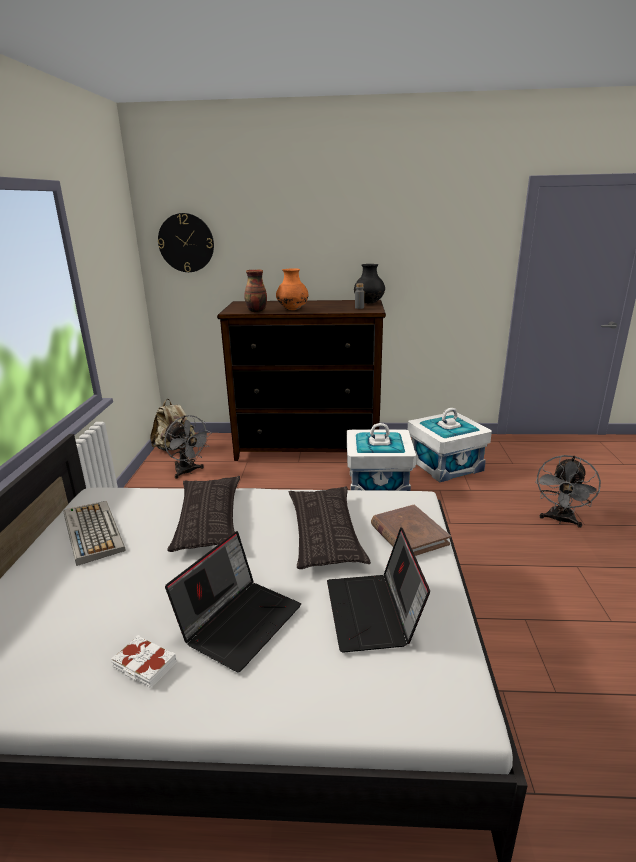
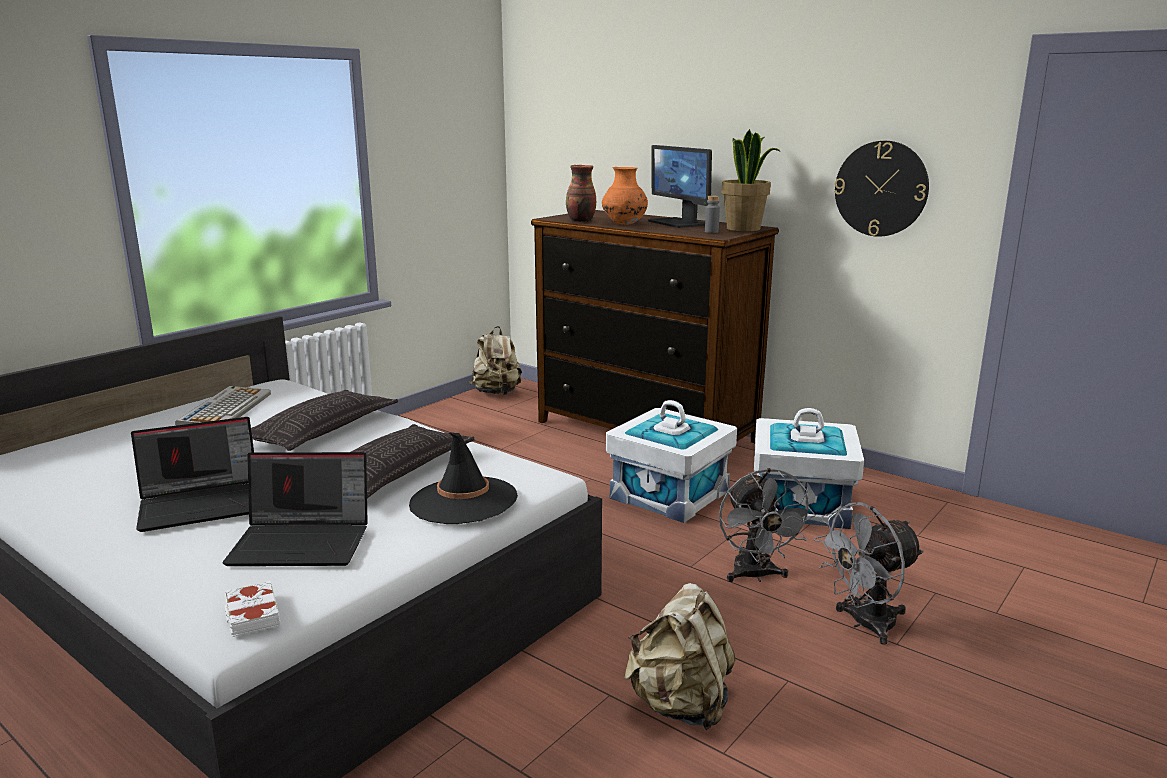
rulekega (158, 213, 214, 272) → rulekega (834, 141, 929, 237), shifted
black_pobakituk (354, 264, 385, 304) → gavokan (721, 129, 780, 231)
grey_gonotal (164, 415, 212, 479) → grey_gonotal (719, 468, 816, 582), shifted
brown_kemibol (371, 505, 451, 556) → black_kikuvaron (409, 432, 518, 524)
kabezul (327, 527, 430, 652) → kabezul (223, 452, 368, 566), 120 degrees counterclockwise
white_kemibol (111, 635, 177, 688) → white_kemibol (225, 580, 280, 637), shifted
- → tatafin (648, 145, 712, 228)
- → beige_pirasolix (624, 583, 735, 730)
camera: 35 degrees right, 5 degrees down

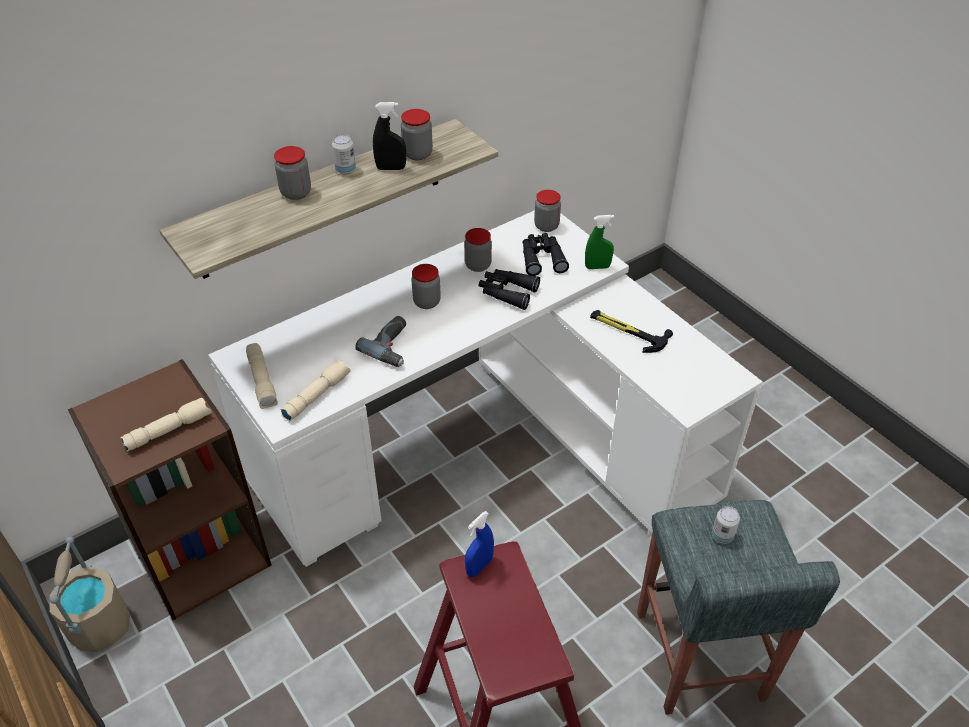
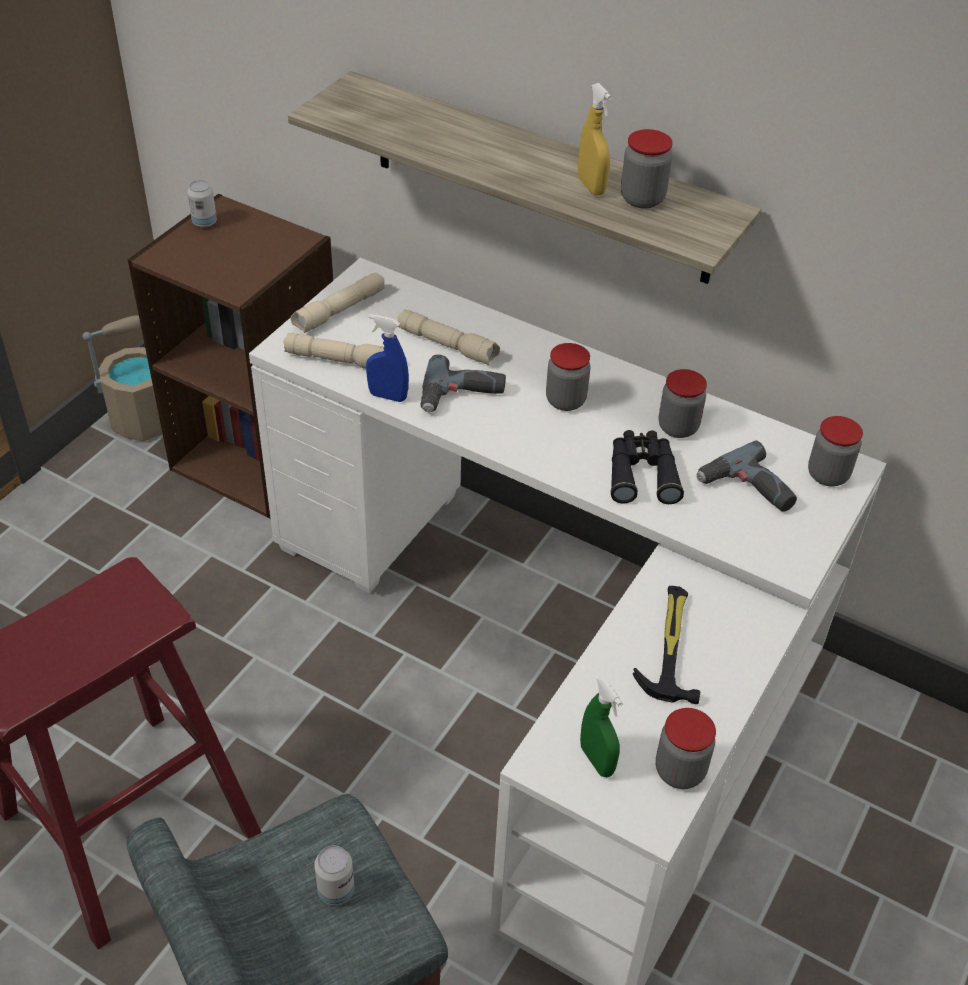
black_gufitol (373, 102, 406, 170) → yellow_gufitol (578, 83, 612, 195)
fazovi (332, 134, 356, 174) → fazovi (187, 180, 217, 228), shifted
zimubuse (274, 146, 311, 200) → zimubuse (656, 708, 716, 789), shifted
green_gufitol (585, 215, 614, 269) → green_gufitol (580, 676, 623, 777), shifted
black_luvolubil (522, 233, 569, 276) → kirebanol (697, 441, 797, 511)
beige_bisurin (120, 398, 212, 452) → beige_bisurin (397, 309, 500, 365), shifted
blue_gufitol (465, 511, 494, 577) → blue_gufitol (366, 314, 409, 402), shifted
camera: 65 degrees right, 0 degrees up

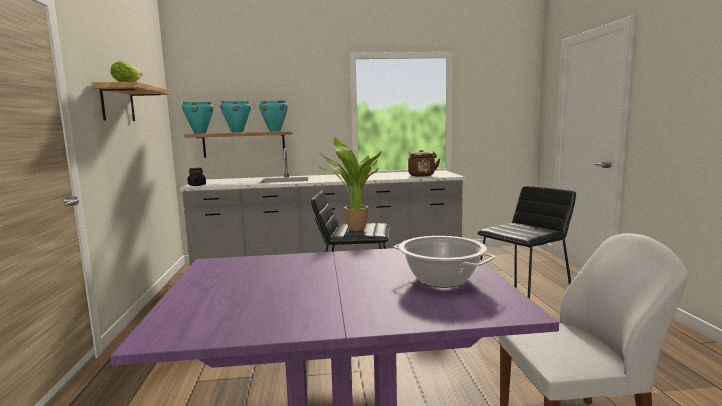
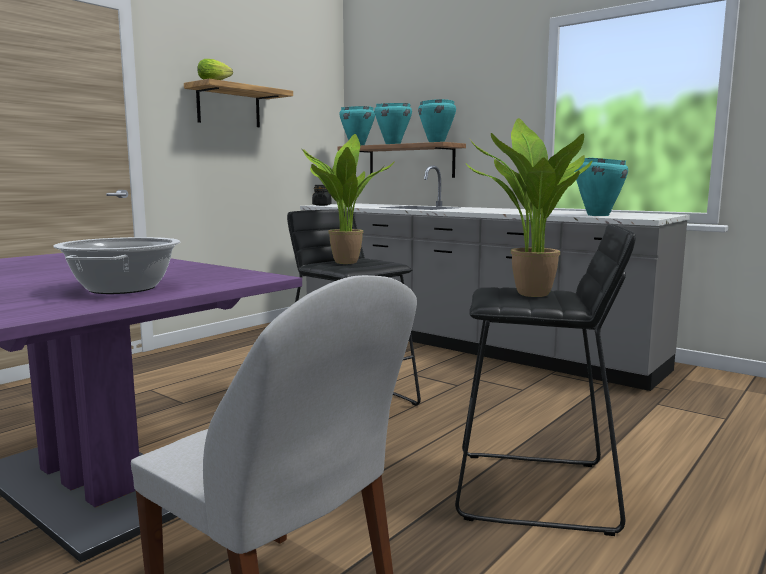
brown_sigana (408, 150, 440, 177) → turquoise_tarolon (575, 158, 628, 216)
- → gavokan (466, 118, 593, 297)
camera: 45 degrees right, 0 degrees up

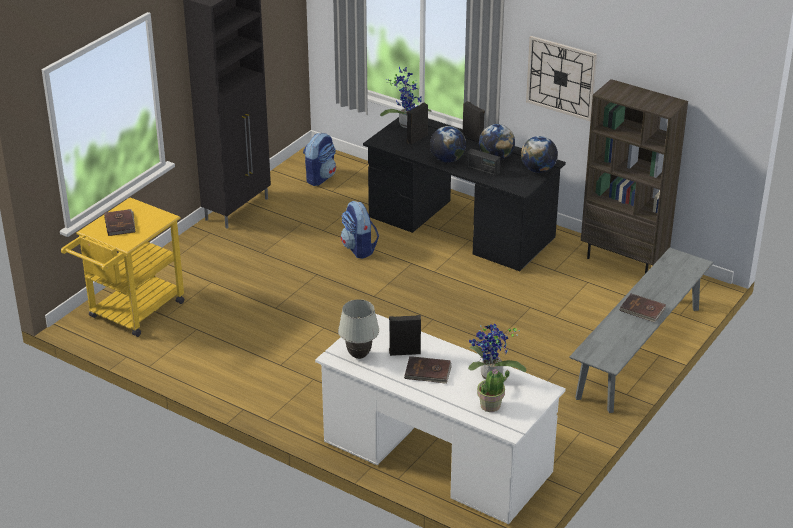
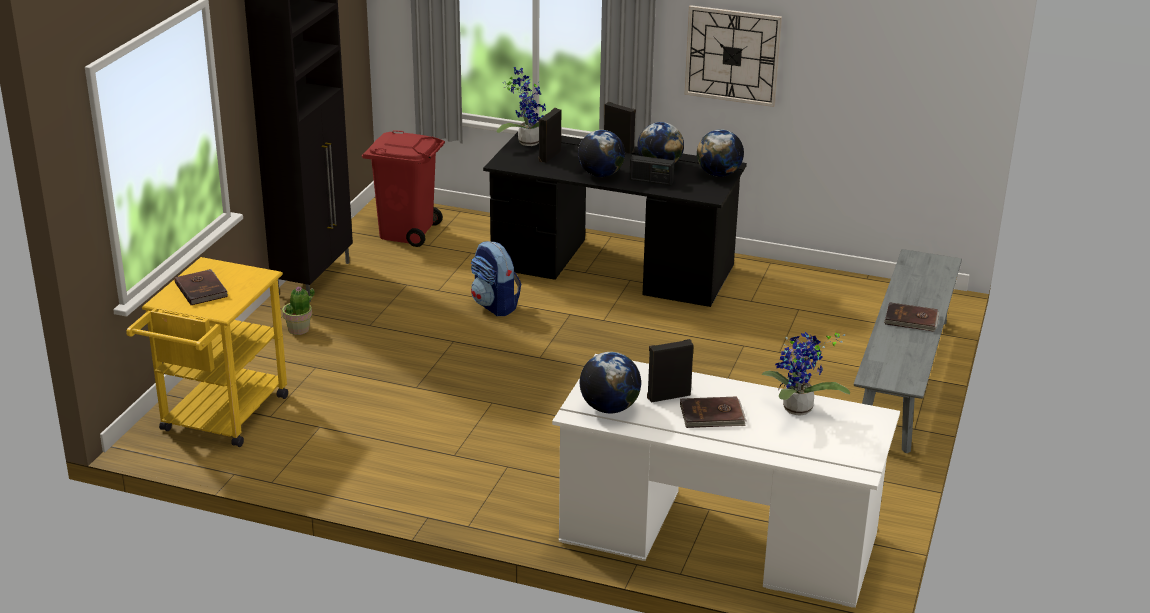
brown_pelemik (581, 79, 688, 274) → -
pirasolix (303, 133, 336, 186) → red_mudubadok (362, 130, 445, 247)
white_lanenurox (338, 299, 379, 359) → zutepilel (580, 352, 641, 413)
gavokan (477, 369, 509, 412) → gavokan (282, 286, 315, 335), shifted
camera: 15 degrees left, 5 degrees down

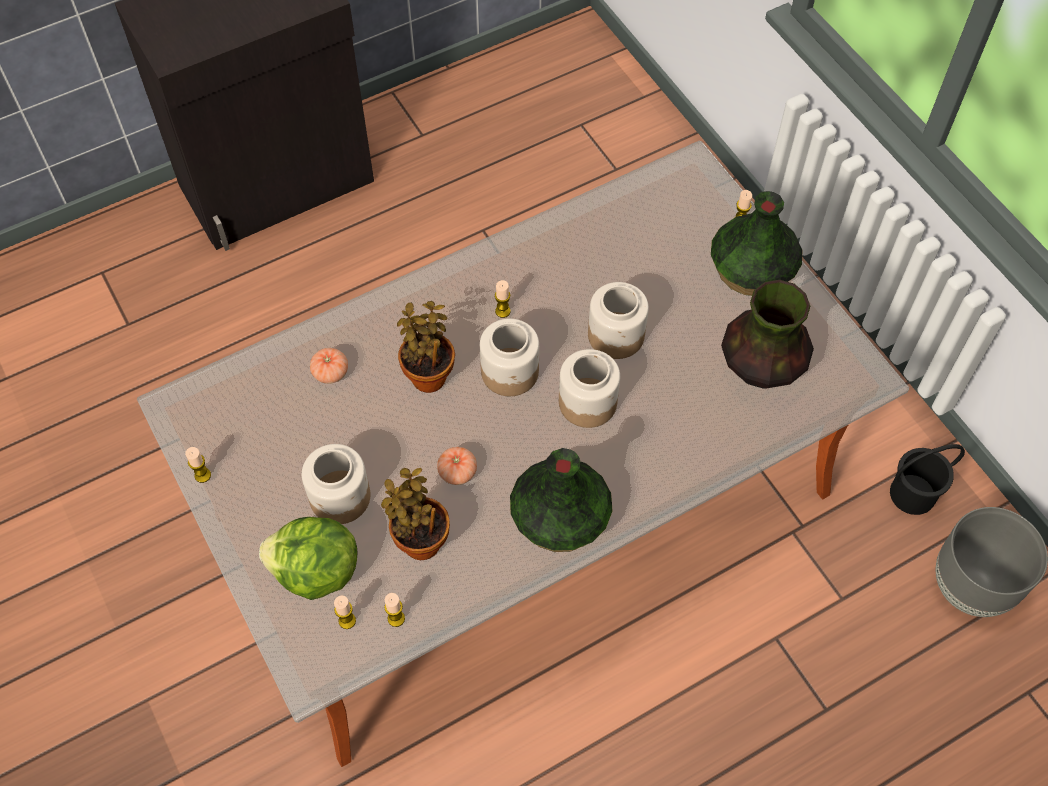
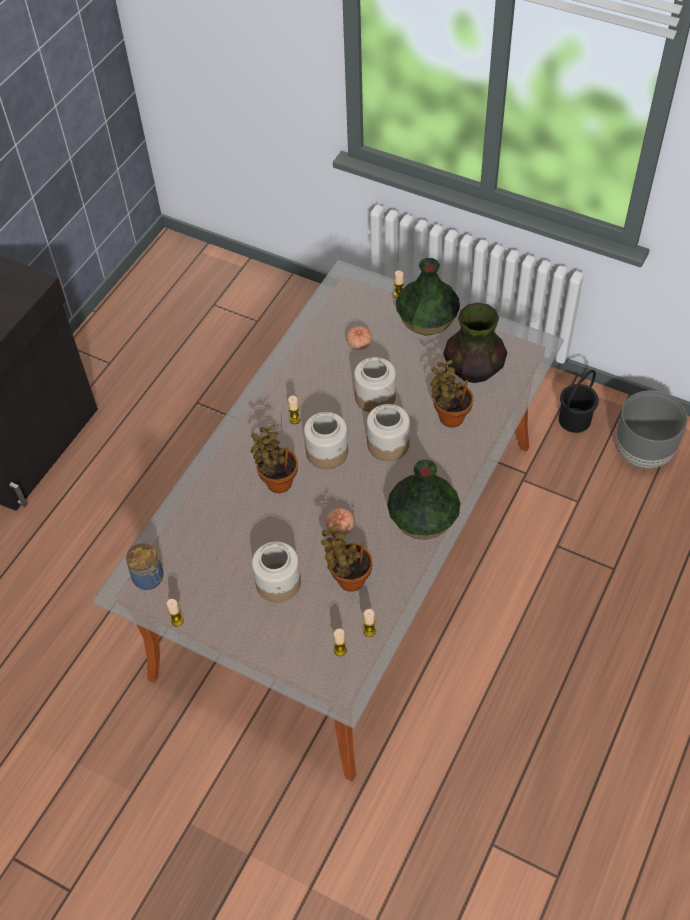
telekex (310, 348, 348, 384) → telekex (346, 326, 372, 350), shifted
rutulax (259, 517, 357, 600) → -
- → gavokan (430, 360, 473, 428)
- → zimubuse (126, 543, 164, 590)
camera: 30 degrees left, 5 degrees down

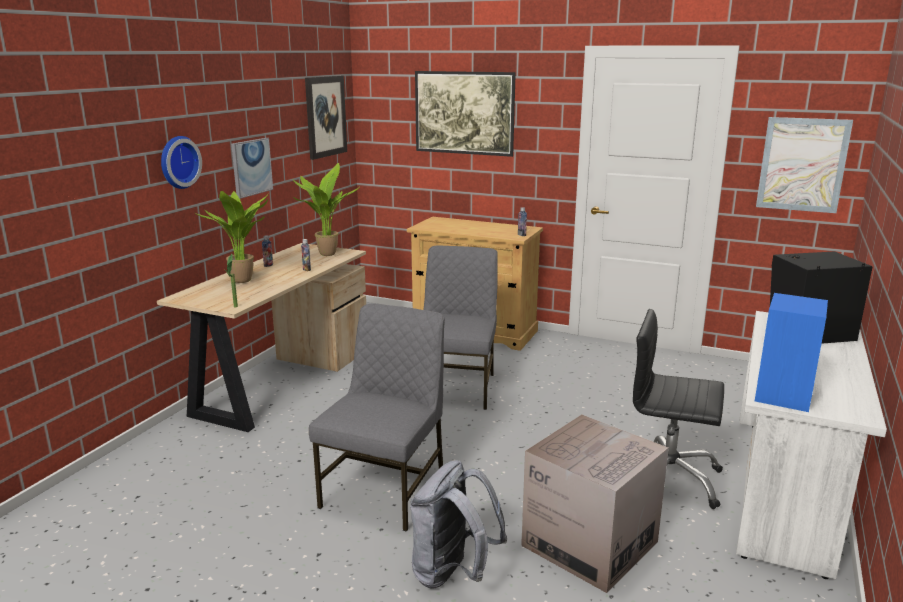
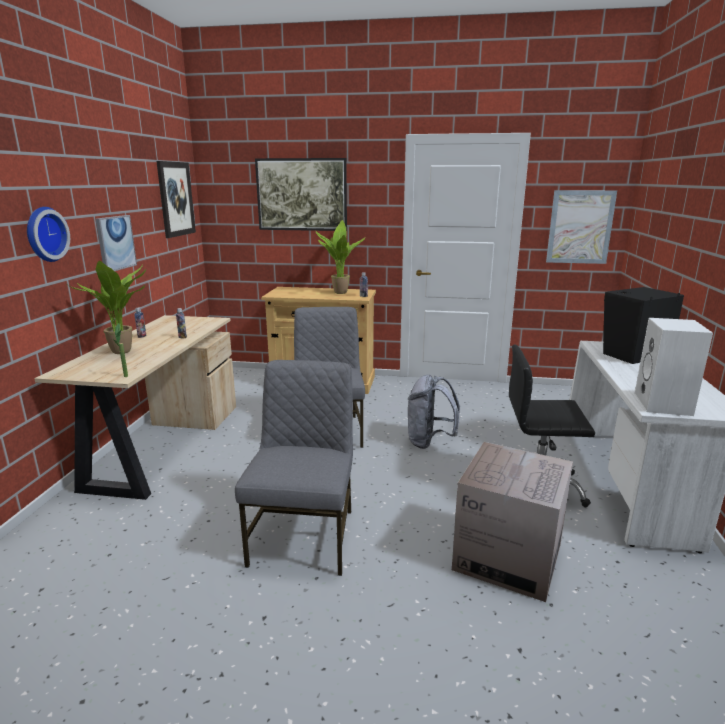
gavokan (293, 163, 359, 256) → gavokan (316, 220, 365, 294), shifted
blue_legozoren (755, 293, 828, 412) → white_legozoren (634, 318, 713, 416)
grey_pirasolix (410, 460, 507, 589) → grey_pirasolix (408, 375, 460, 449), shifted
camera: 15 degrees left, 0 degrees up

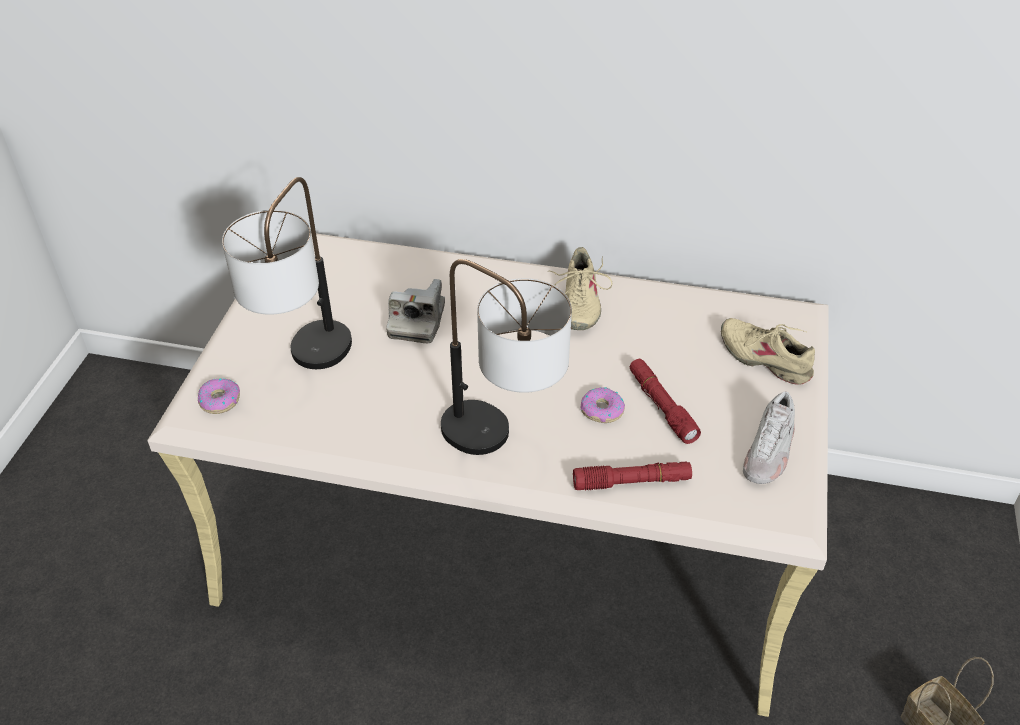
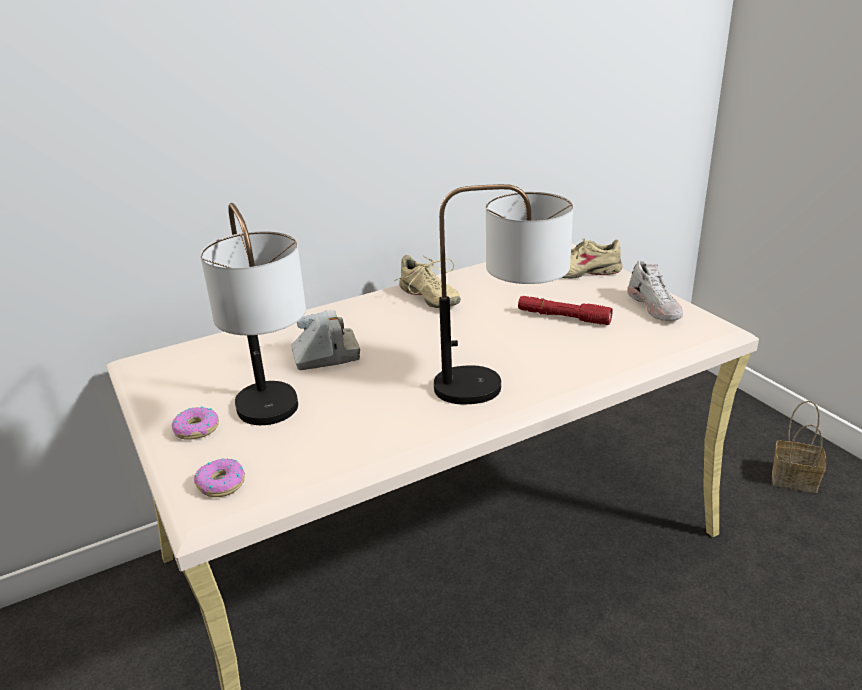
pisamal (386, 279, 445, 343) → pisamal (291, 310, 360, 370), 75 degrees counterclockwise
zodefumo (581, 387, 625, 423) → zodefumo (172, 407, 219, 440), shifted
red_bisurin (573, 462, 692, 491) → -
camera: 40 degrees left, 15 degrees down

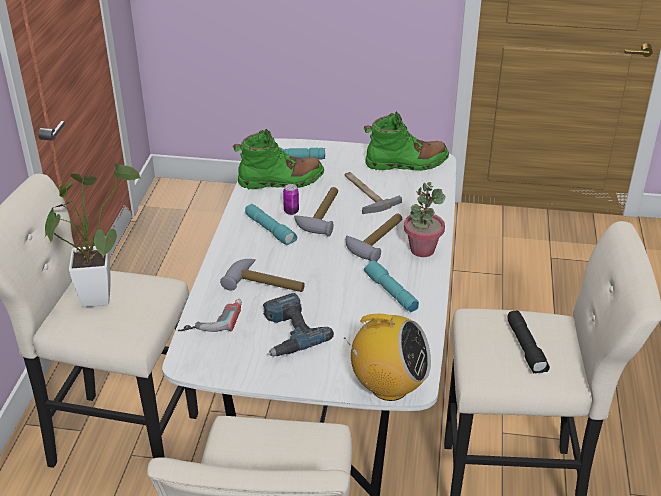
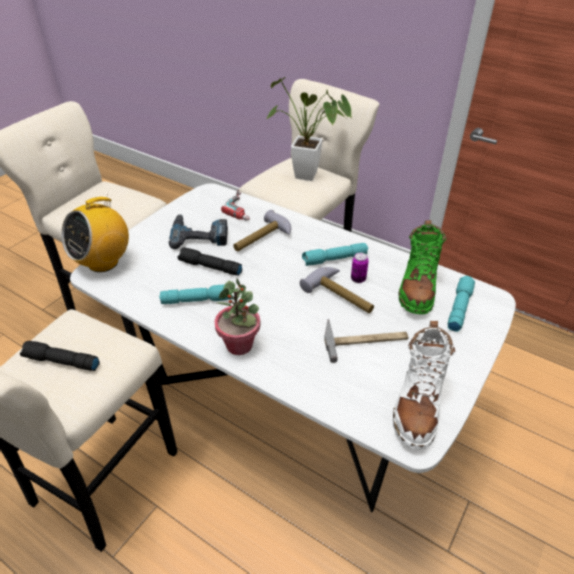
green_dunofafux (364, 112, 449, 171) → white_dunofafux (393, 321, 455, 450)
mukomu (346, 213, 402, 261) → -
- → black_bisurin (177, 247, 242, 276)
camera: 115 degrees right, 5 degrees up

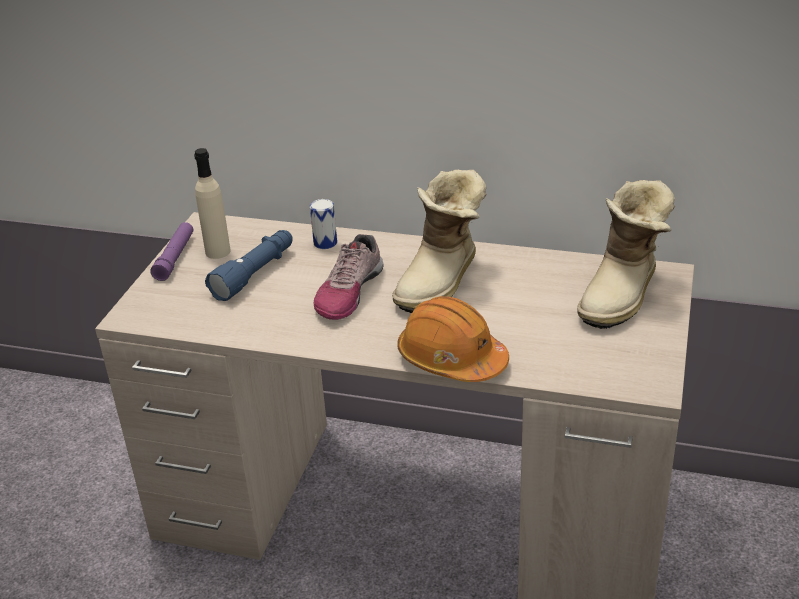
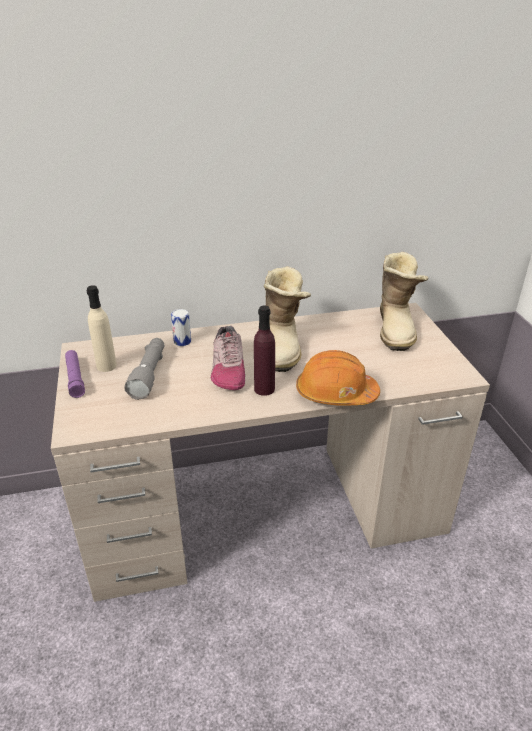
blue_bisurin (205, 230, 293, 301) → grey_bisurin (124, 338, 164, 400)
- → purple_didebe (254, 306, 275, 396)
camera: 30 degrees left, 0 degrees up

